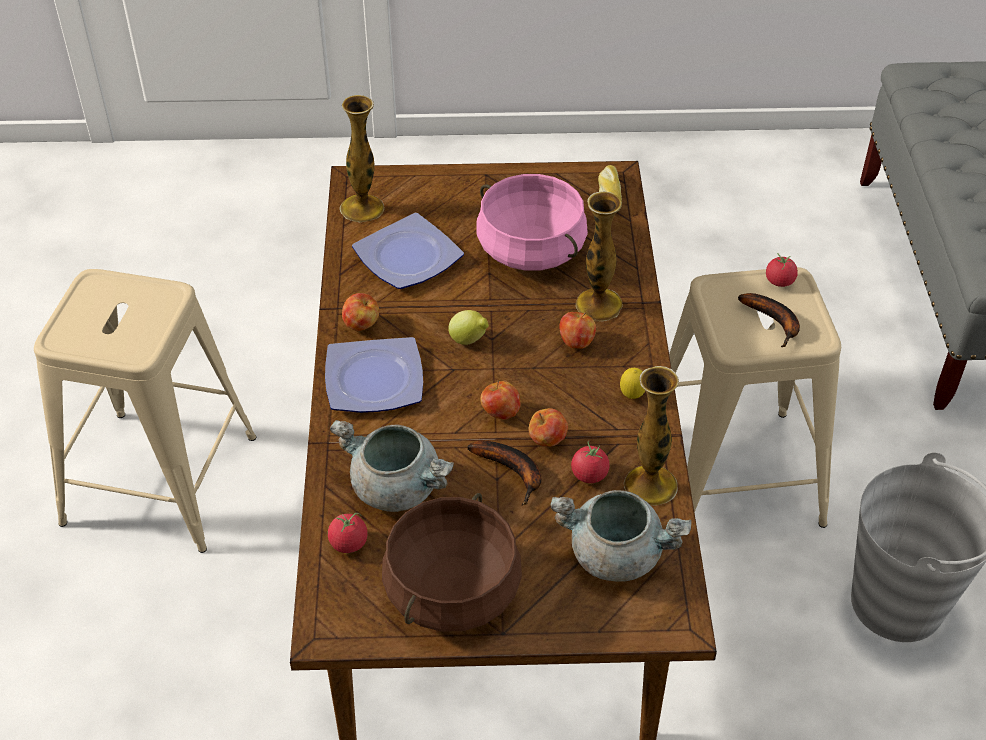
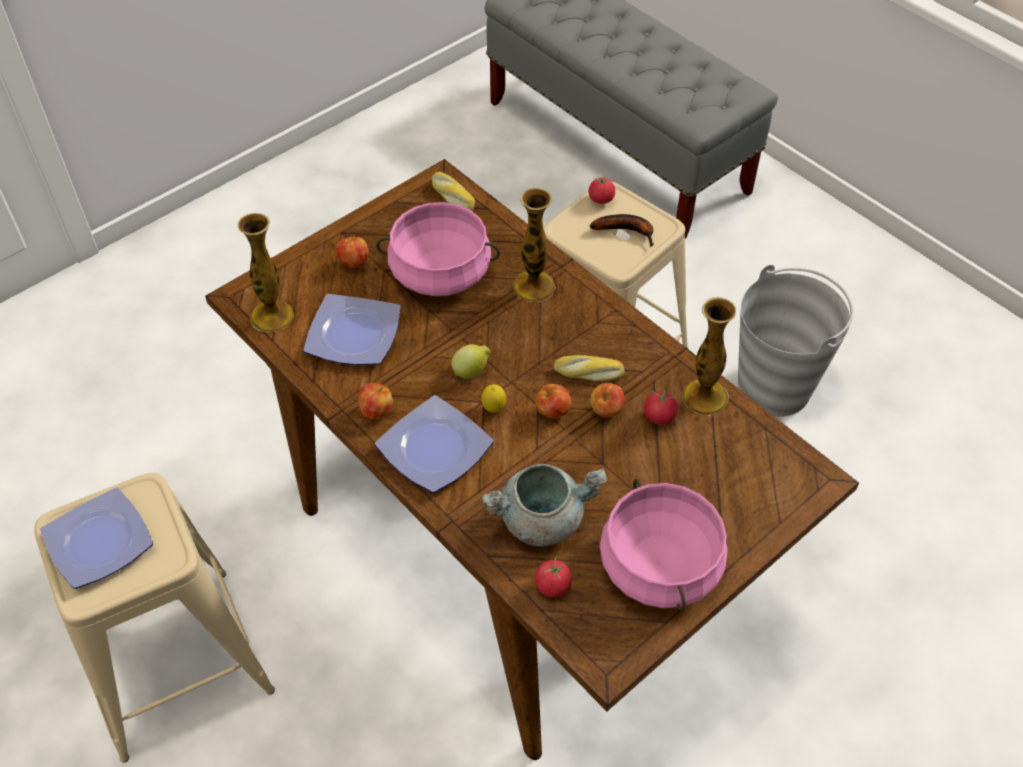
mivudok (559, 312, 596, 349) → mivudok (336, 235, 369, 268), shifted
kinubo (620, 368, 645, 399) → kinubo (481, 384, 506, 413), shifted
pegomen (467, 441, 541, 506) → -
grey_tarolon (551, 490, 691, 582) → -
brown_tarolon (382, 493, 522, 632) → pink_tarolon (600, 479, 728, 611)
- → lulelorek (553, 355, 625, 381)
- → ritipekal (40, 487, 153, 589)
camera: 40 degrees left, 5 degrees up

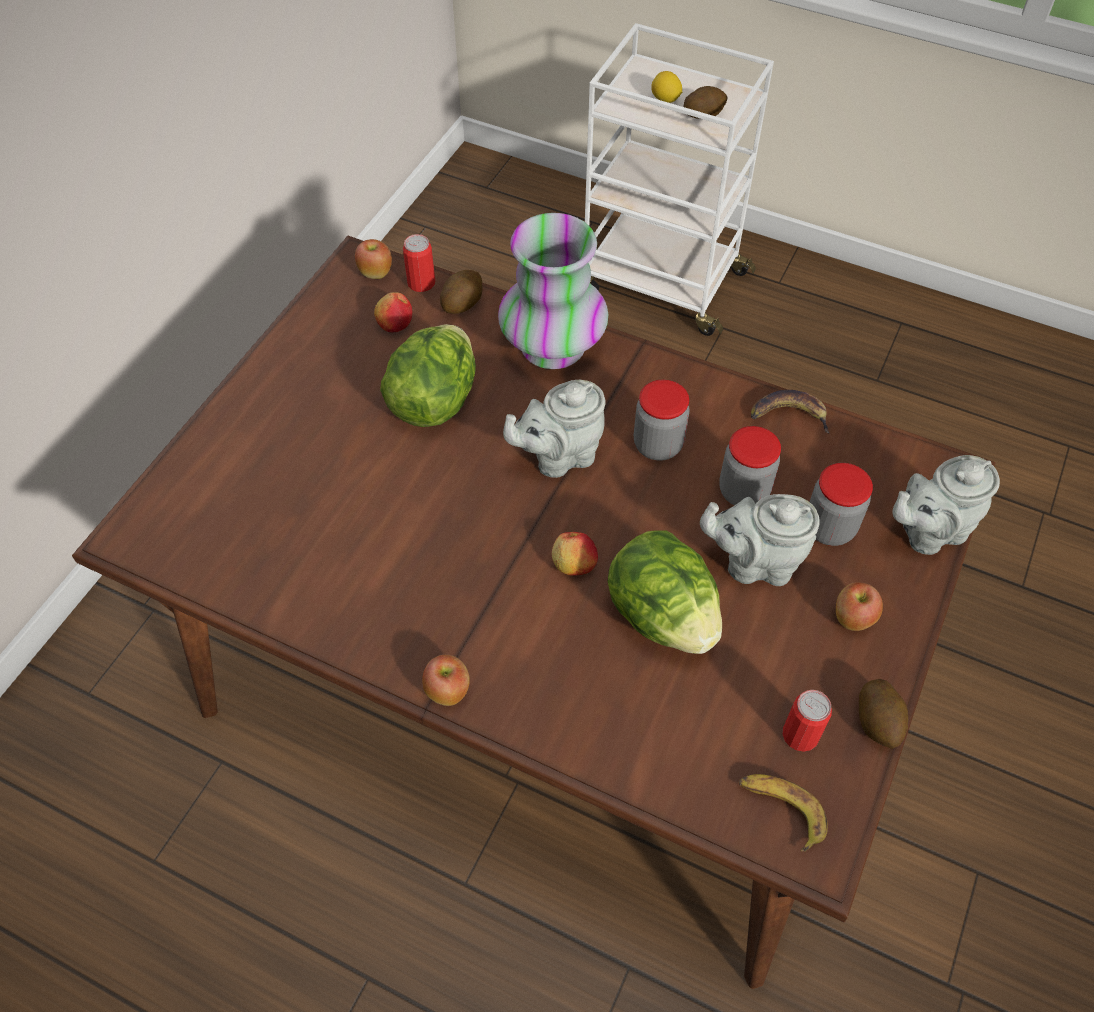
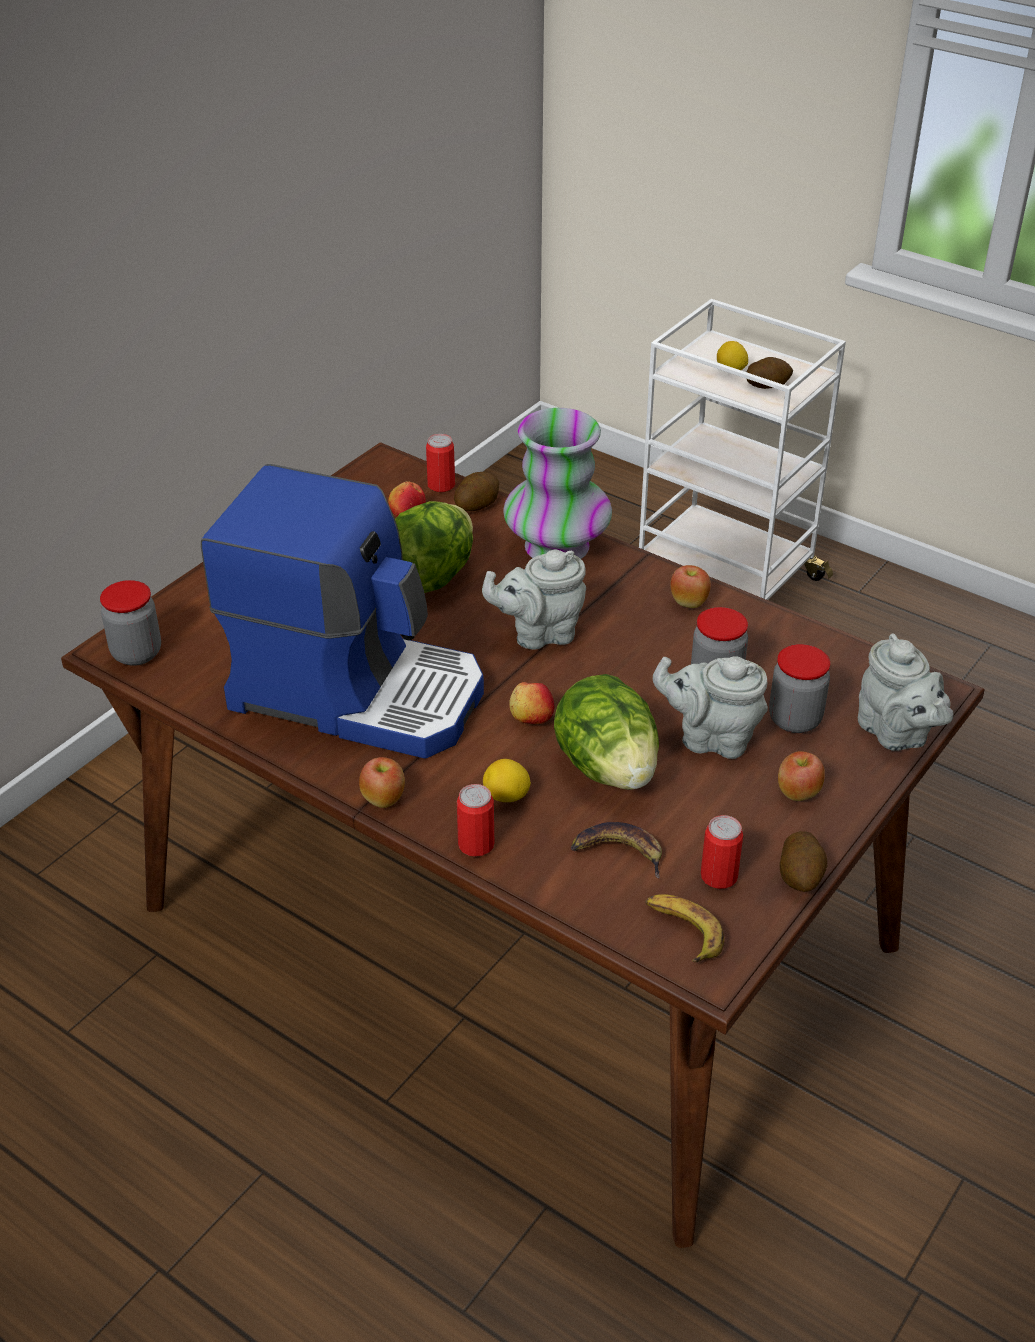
mivudok (355, 239, 392, 279) → mivudok (670, 565, 711, 608), shifted
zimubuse (634, 380, 689, 461) → zimubuse (100, 580, 161, 666), shifted
pegomen (751, 390, 829, 433) → pegomen (571, 822, 662, 878), shifted
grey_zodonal (892, 455, 1000, 555) → grey_zodonal (858, 633, 953, 751), 105 degrees counterclockwise
- → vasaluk (201, 464, 484, 759)
- → kinubo (483, 759, 531, 802)
- → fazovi (457, 784, 494, 857)
camera: 10 degrees right, 15 degrees down

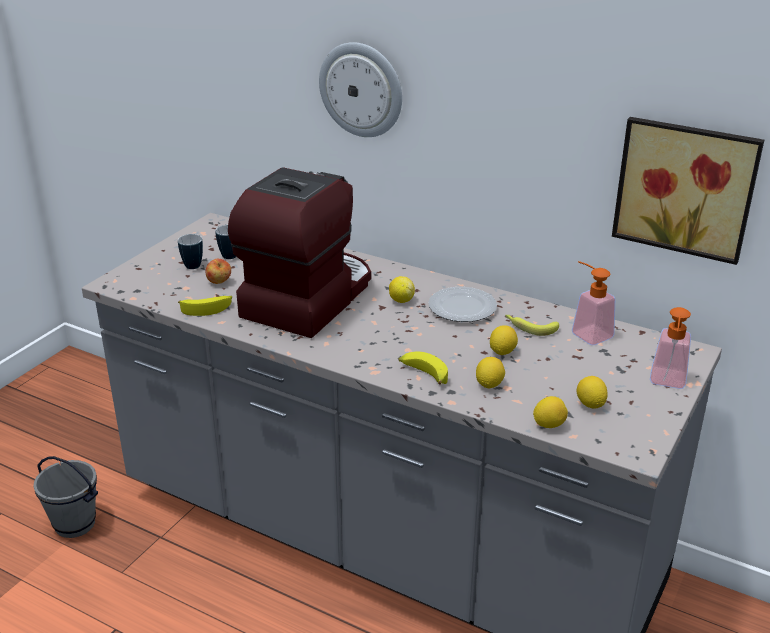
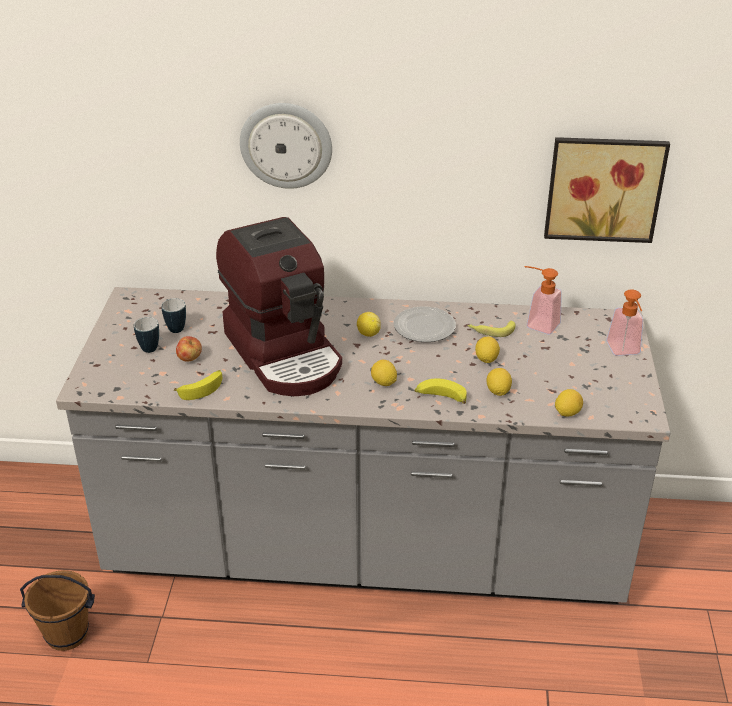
vasaluk (228, 168, 371, 338) → vasaluk (216, 217, 342, 396), 150 degrees clockwise
kinubo (577, 376, 608, 409) → kinubo (371, 360, 397, 386), shifted
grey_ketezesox (33, 456, 98, 538) → brown_ketezesox (20, 570, 95, 651)
camera: 25 degrees left, 5 degrees up

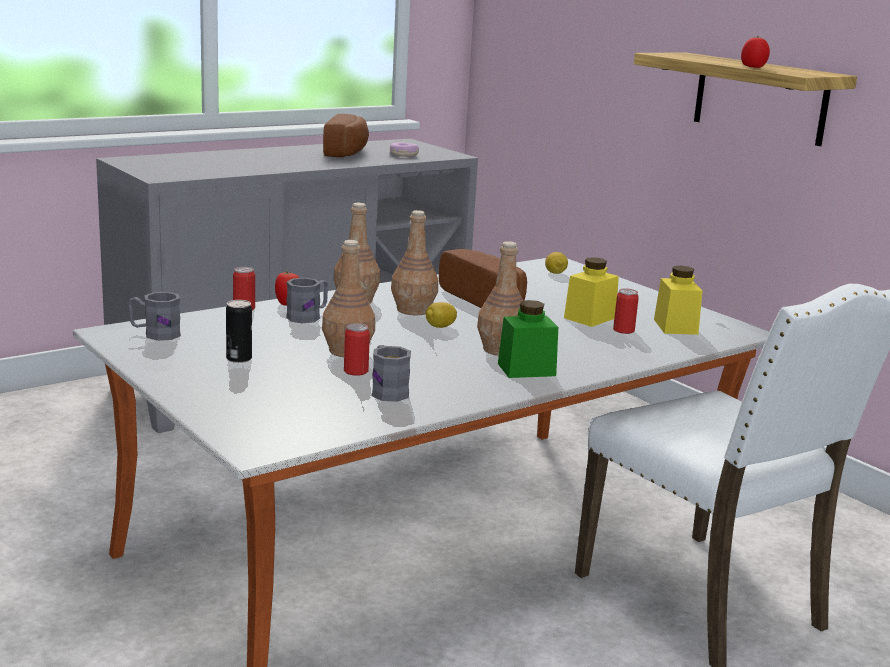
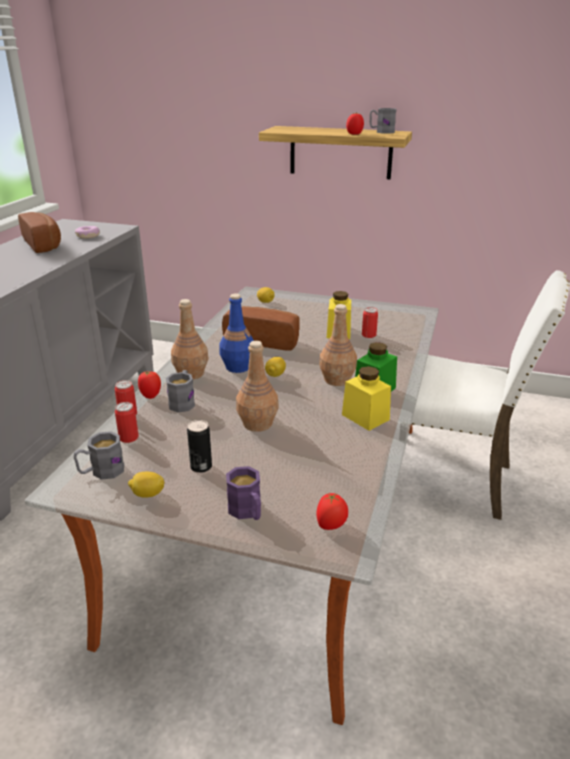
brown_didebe (391, 210, 438, 315) → blue_didebe (220, 294, 254, 373)
yellow_zimubuse (654, 266, 702, 335) → yellow_zimubuse (342, 366, 391, 431), shifted
fazovi (344, 323, 370, 376) → fazovi (115, 402, 139, 443), shifted
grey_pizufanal (372, 345, 411, 402) → grey_pizufanal (370, 108, 397, 134), shifted
- → purple_pizufanal (226, 466, 261, 520)
- → kinubo (128, 472, 165, 498)
- → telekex (316, 493, 348, 530)
camera: 35 degrees left, 10 degrees up

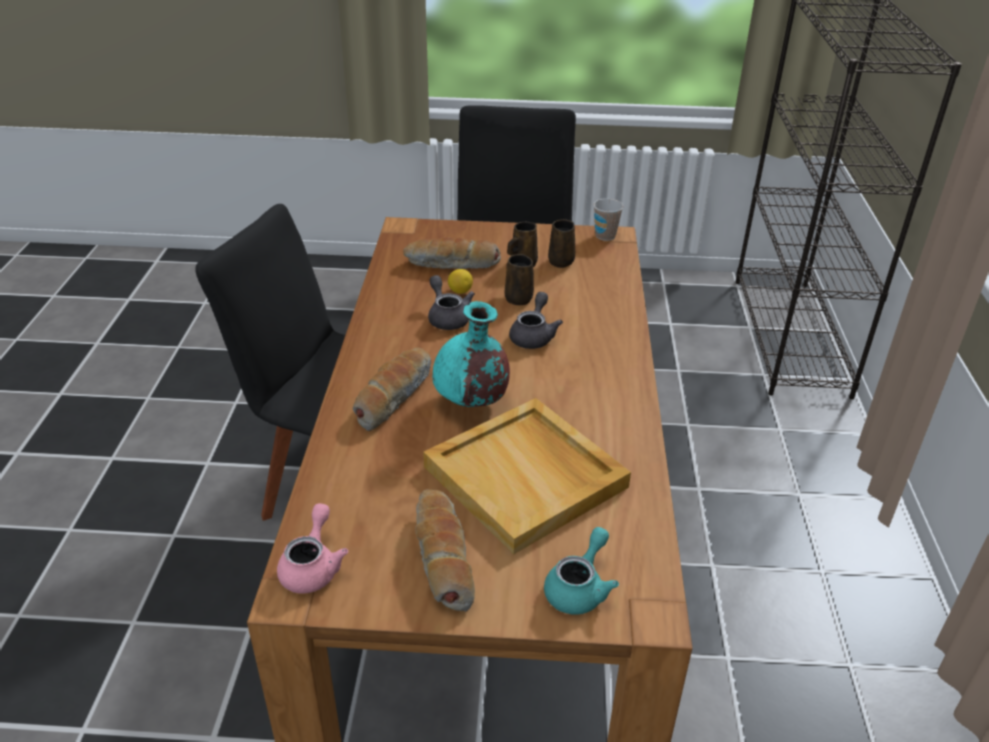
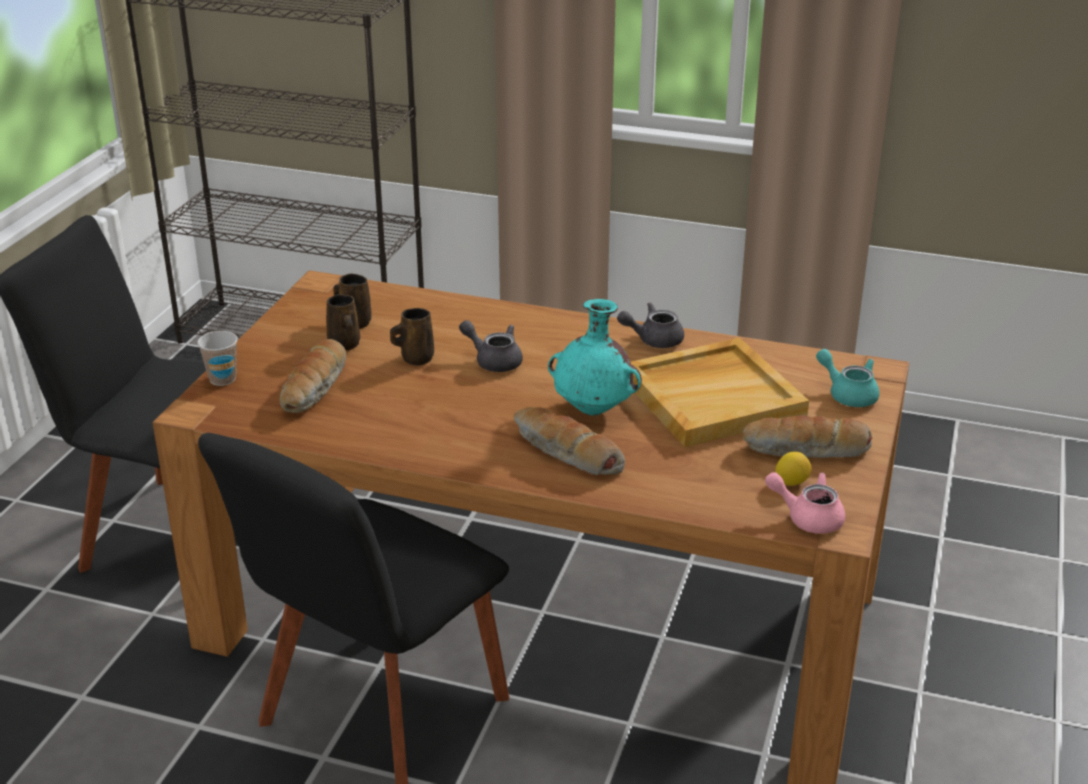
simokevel (594, 199, 623, 241) → simokevel (197, 331, 237, 386), shifted
kinubo (448, 269, 473, 294) → kinubo (775, 451, 811, 486), shifted
grey_zodonal (428, 275, 475, 330) → grey_zodonal (617, 302, 684, 348), shifted
camera: 75 degrees left, 5 degrees down

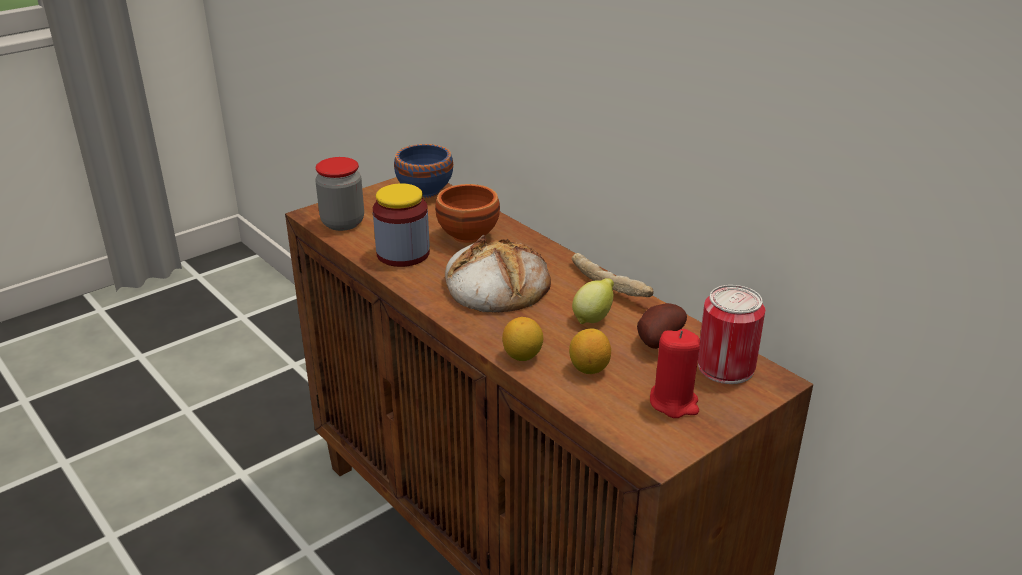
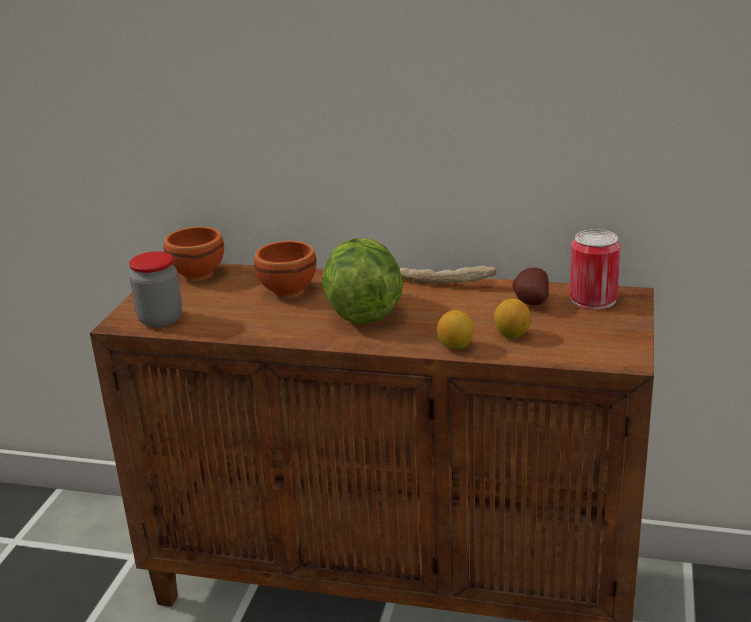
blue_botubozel (394, 144, 453, 199) → brown_botubozel (164, 227, 224, 281)
zimubuse (373, 183, 430, 267) → -
lulelorek (445, 235, 551, 312) → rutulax (322, 238, 403, 324)
kinubo (572, 278, 614, 324) → -
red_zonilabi (650, 329, 700, 418) → -
camera: 35 degrees left, 5 degrees down

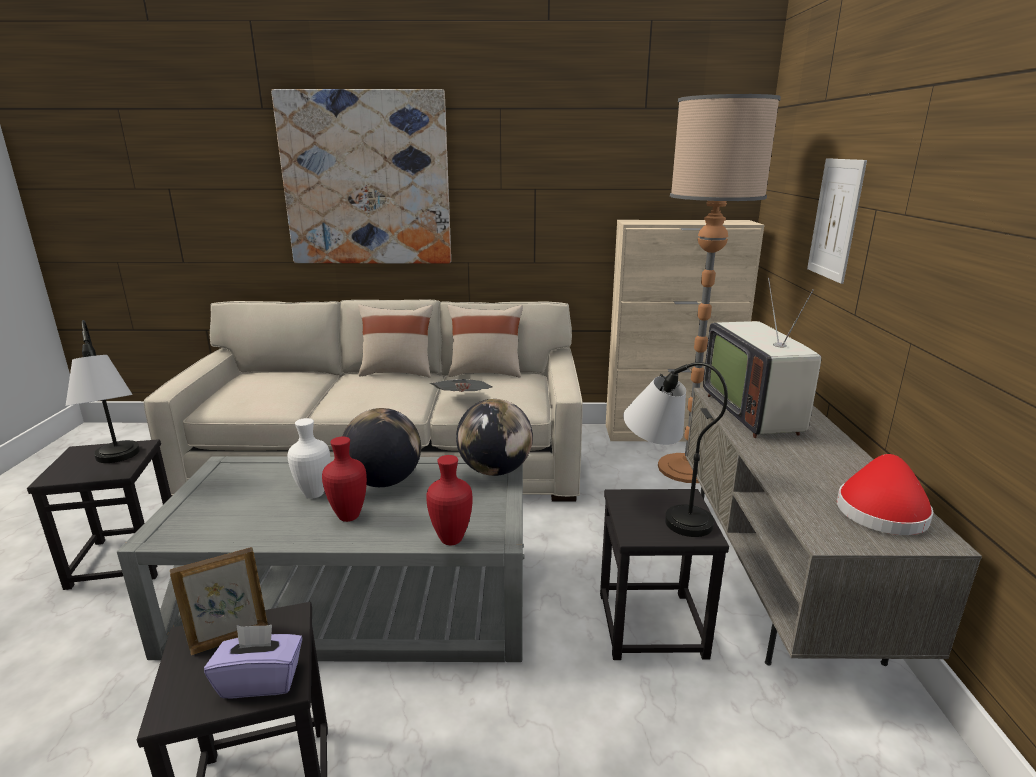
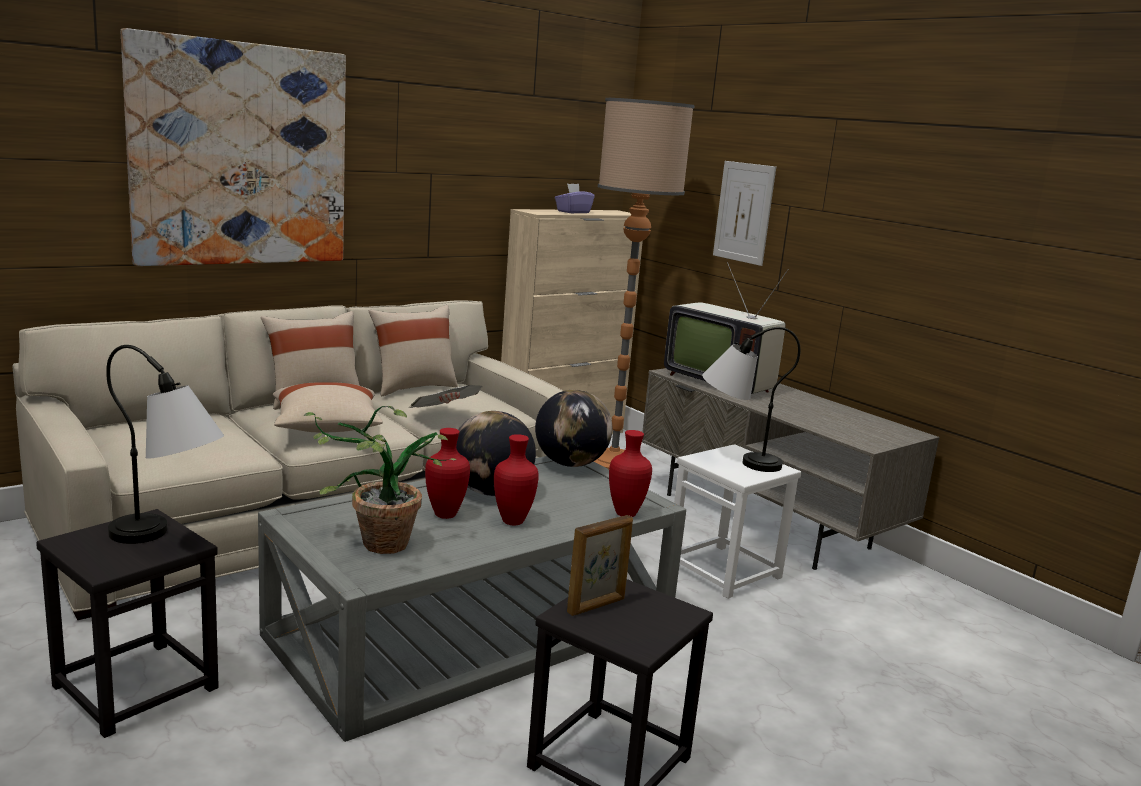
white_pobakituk (287, 418, 330, 498) → red_pobakituk (425, 428, 470, 519)
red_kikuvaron (837, 454, 933, 535) → -
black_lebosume (600, 489, 729, 660) → white_lebosume (674, 444, 801, 599)
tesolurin (170, 547, 268, 655) → tesolurin (567, 515, 633, 616), 150 degrees counterclockwise
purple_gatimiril (204, 625, 303, 698) → purple_gatimiril (555, 184, 595, 213), shifted
- → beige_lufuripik (273, 382, 383, 432)
- → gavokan (304, 406, 457, 554)
camera: 40 degrees left, 5 degrees down

